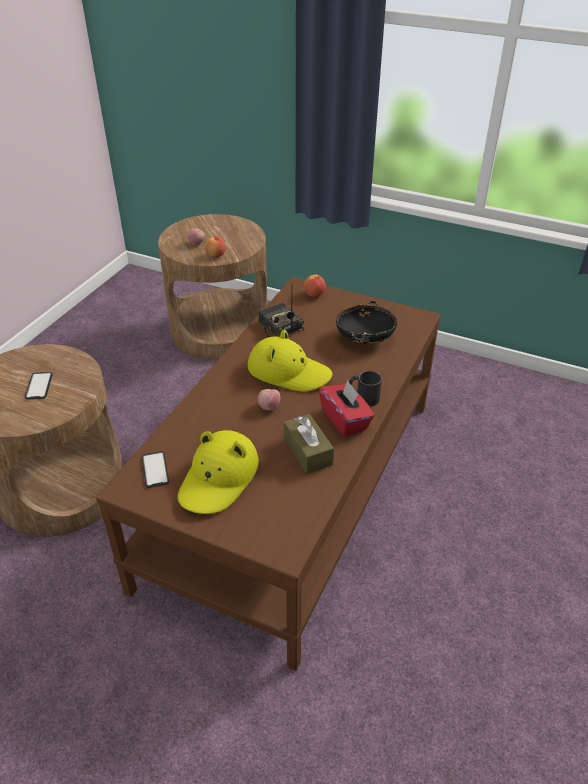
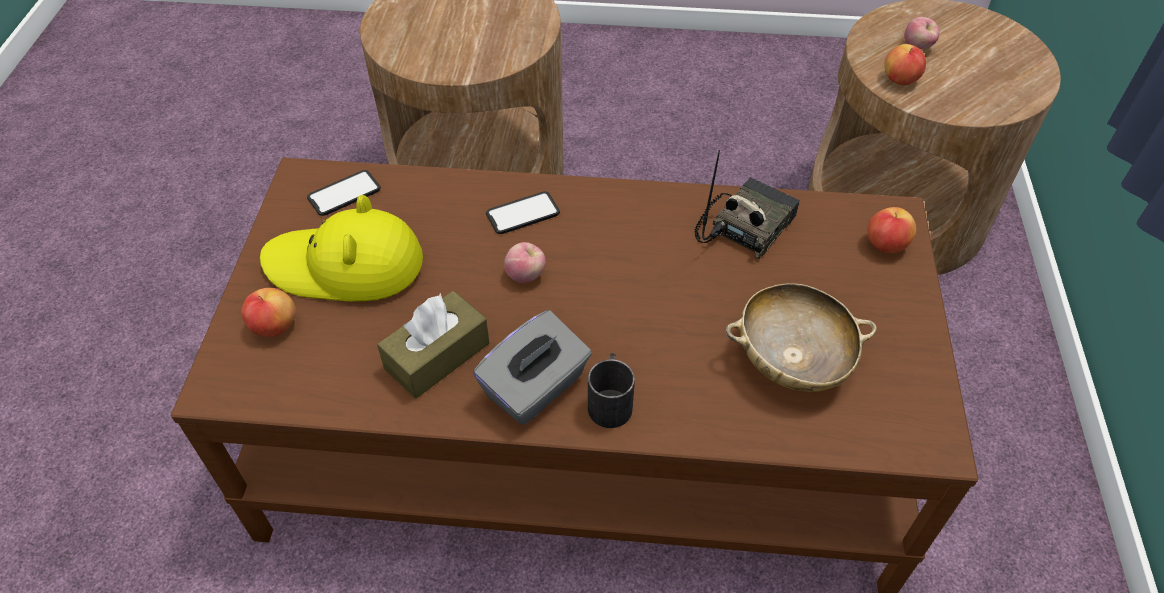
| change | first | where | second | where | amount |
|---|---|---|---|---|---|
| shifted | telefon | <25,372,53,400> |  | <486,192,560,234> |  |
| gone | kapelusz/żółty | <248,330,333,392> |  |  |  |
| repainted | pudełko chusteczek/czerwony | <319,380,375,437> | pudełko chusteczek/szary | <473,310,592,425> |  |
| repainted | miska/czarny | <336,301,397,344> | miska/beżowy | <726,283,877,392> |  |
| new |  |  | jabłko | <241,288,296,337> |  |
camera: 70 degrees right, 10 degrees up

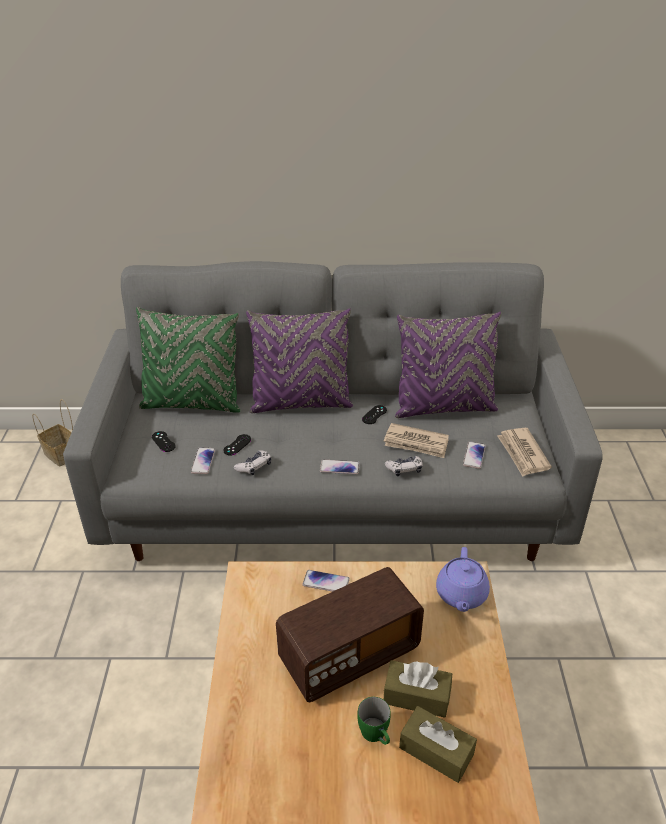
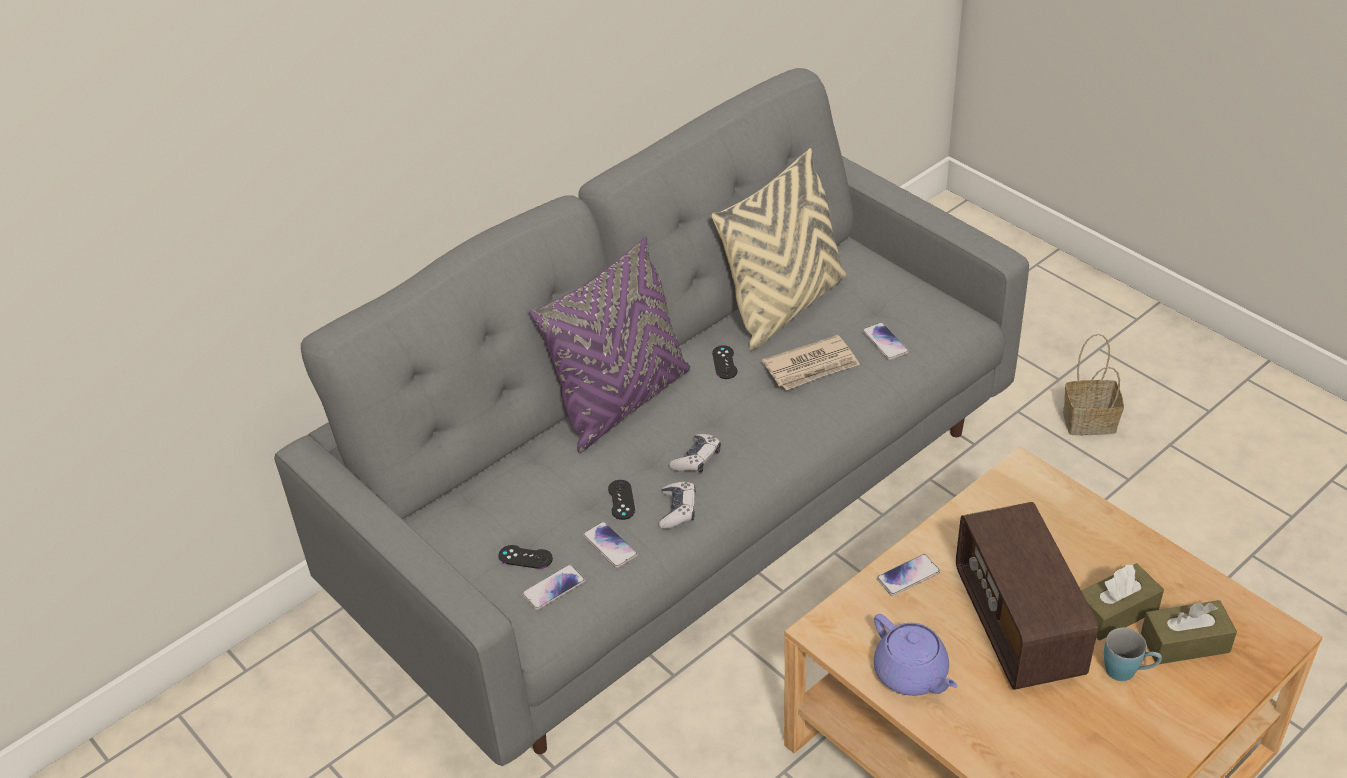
| change | first | where | second | where | amount |
|---|---|---|---|---|---|
| shifted | koszyk | <32,399,73,466> |  | <1063,334,1124,435> |  |
| gone | poduszka/zielony | <136,307,240,413> |  |  |  |
| rotated | radio | <276,567,424,702> |  | <956,502,1098,690> | 150 degrees clockwise |
| shifted | telefon | <320,460,360,474> |  | <522,564,586,610> |  |
| repainted | kubek/zielony | <358,697,391,745> | kubek/niebieski | <1104,628,1162,681> |  |
| shifted | pad do gier | <385,456,423,476> |  | <669,434,721,473> |  |
| repainted | poduszka/fioletowy | <395,312,501,418> | poduszka/beżowy | <711,148,846,351> |  |
| shifted | imbryk/fioletowy | <436,547,490,612> |  | <874,614,958,696> |  |
| gone | gazeta | <497,428,552,476> |  |  |  |
camera: 40 degrees left, 5 degrees up

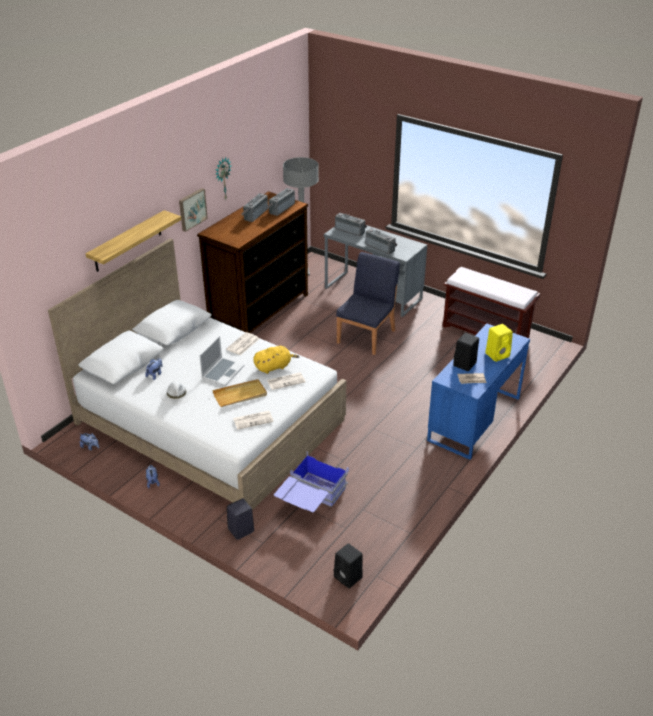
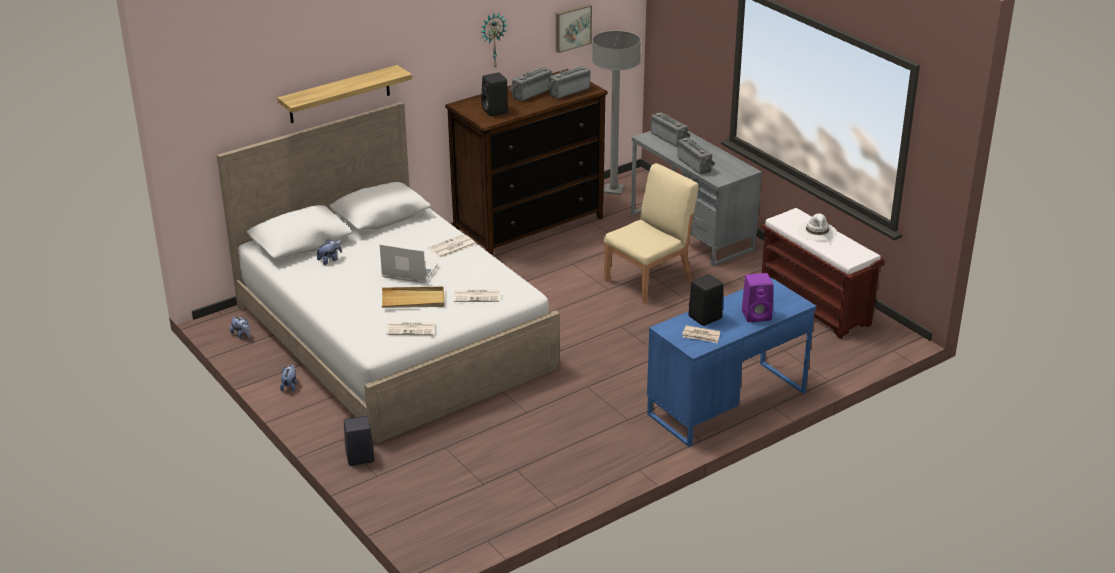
| change | first | where | second | where | amount |
|---|---|---|---|---|---|
| shifted | kapelusz/biały | <160,381,194,405> |  | <797,213,837,241> |  |
| shifted | obraz | <179,188,208,232> |  | <556,4,592,53> |  |
| rotated | laptop | <199,336,244,386> |  | <380,244,438,283> | 120 degrees counterclockwise |
| gone | pluszak/żółty | <253,346,300,374> |  |  |  |
| gone | pojemnik do przechowywania/niebieski | <274,452,349,512> |  |  |  |
| shifted | głośnik/czarny | <333,543,363,588> |  | <481,72,508,116> |  |
| repainted | krzesło/niebieski | <336,252,400,355> | krzesło/beżowy | <604,163,698,304> |  |
| repainted | głośnik/żółty | <485,324,513,362> | głośnik/fioletowy | <742,273,774,322> |  |
camera: 20 degrees right, 5 degrees down

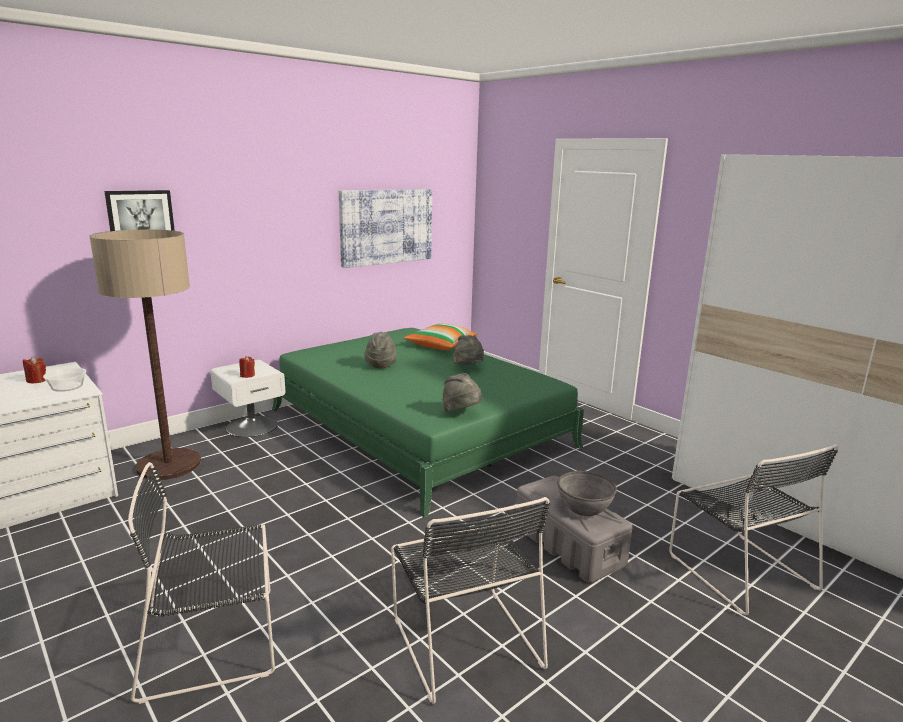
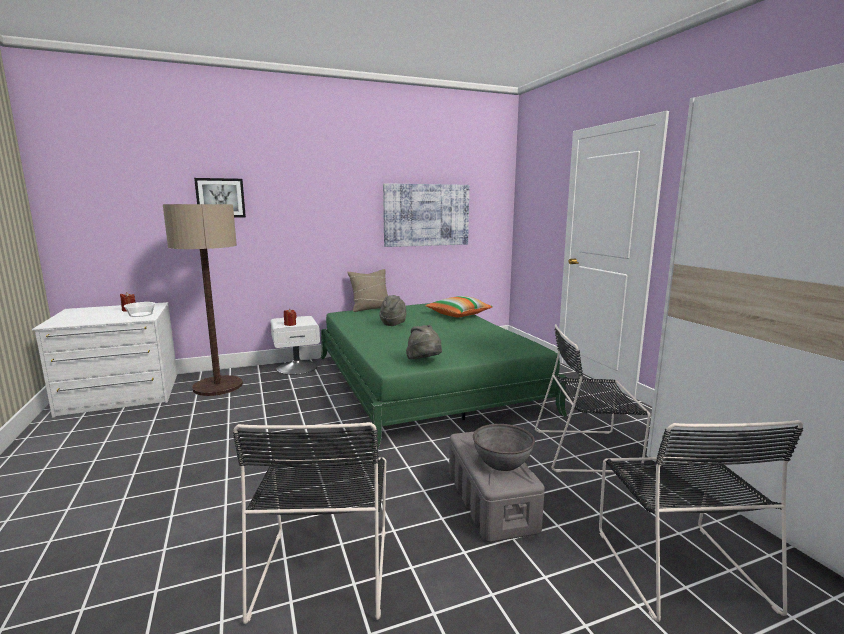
| change | first | where | second | where | amount |
|---|---|---|---|---|---|
| shifted | krzesło/czarny | <128,462,275,704> |  | <535,324,651,474> |  |
| gone | kapelusz/szary | <453,335,484,364> |  |  |  |
| new |  |  | poduszka/beżowy | <347,269,388,312> |  |
camera: 20 degrees right, 5 degrees down

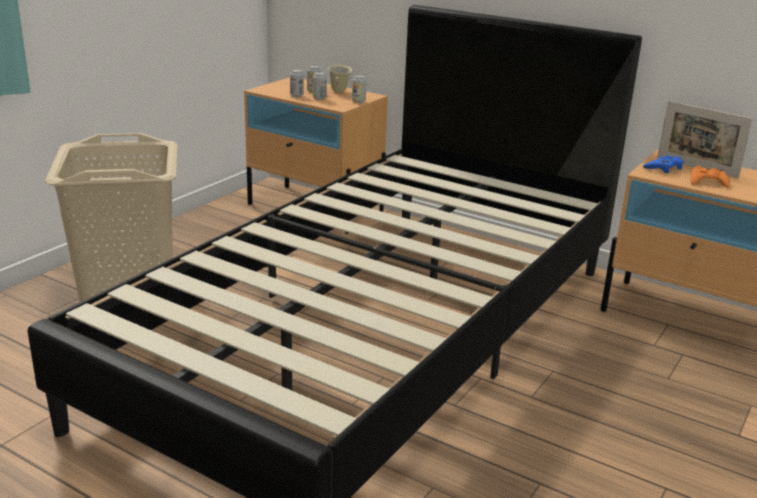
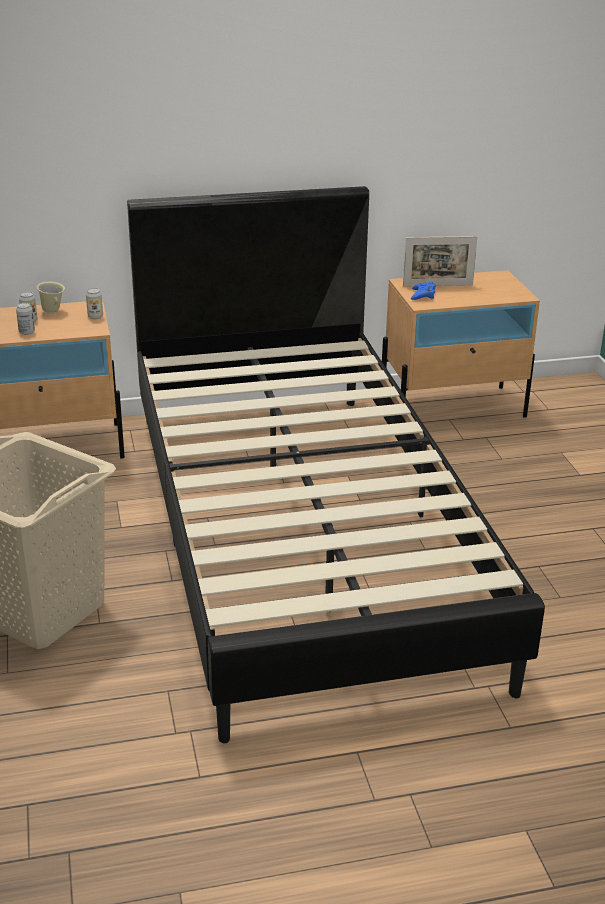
| change | first | where | second | where | amount |
|---|---|---|---|---|---|
| gone | puszka | <313,72,327,100> |  |  |  |
| gone | pad do gier/pomarańczowy | <690,165,730,188> |  |  |  |
camera: 45 degrees left, 5 degrees up

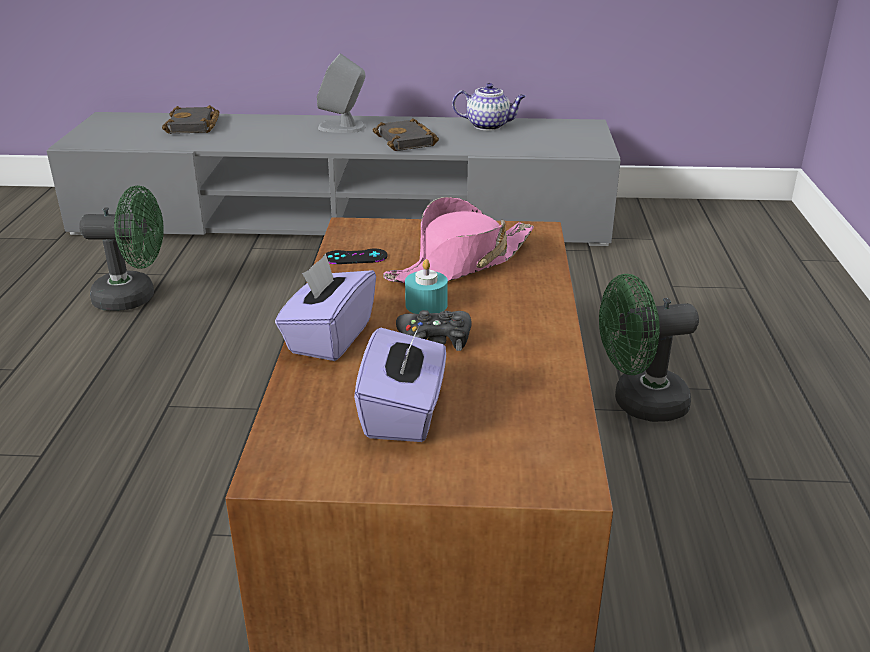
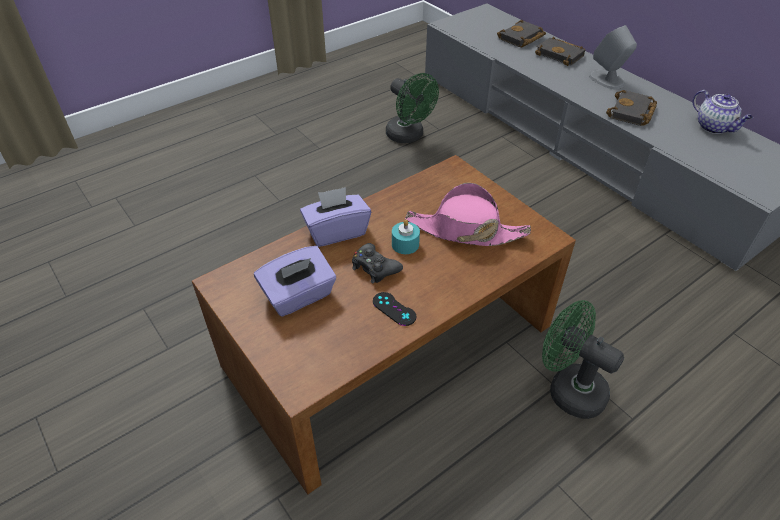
| change | first | where | second | where | amount |
|---|---|---|---|---|---|
| shifted | pad do gier/czarny | <324,249,388,264> |  | <373,292,416,326> |  |
| new |  |  | książka/czarny | <535,37,585,66> |  |
camera: 50 degrees right, 15 degrees up

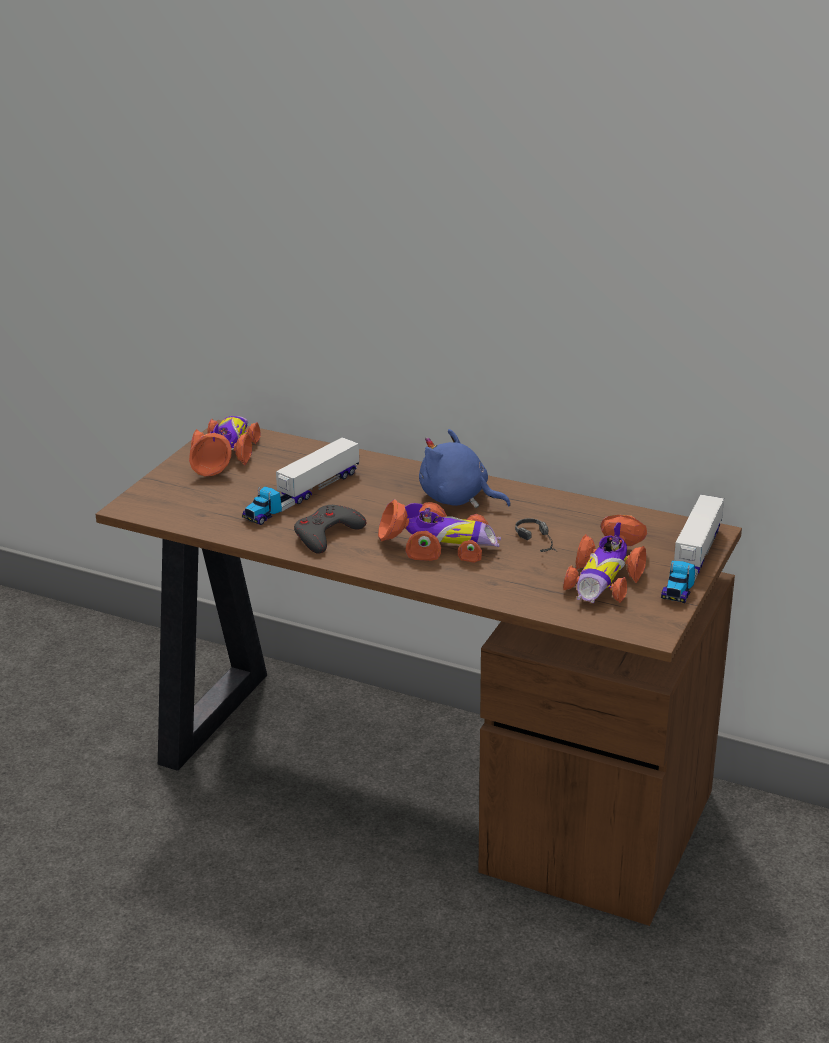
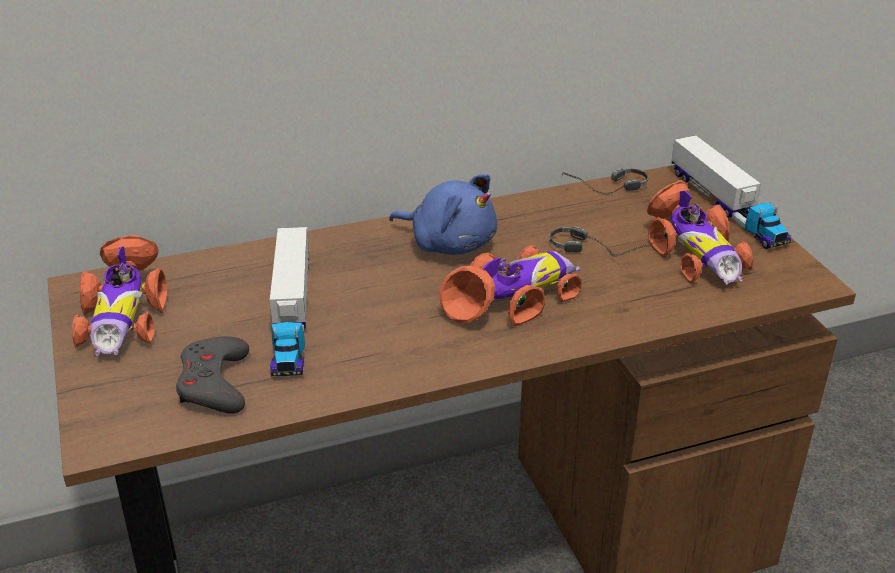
| change | first | where | second | where | amount |
|---|---|---|---|---|---|
| rotated | samochodzik | <189,416,260,477> |  | <72,235,167,356> | 150 degrees counterclockwise |
| shifted | pad do gier/szary | <294,505,366,554> |  | <176,336,249,413> |  |
| rotated | pluszak/niebieski | <419,429,511,508> |  | <389,174,497,255> | 135 degrees counterclockwise |
| new |  |  | słuchawki | <561,168,648,195> |  |
camera: 45 degrees left, 5 degrees up

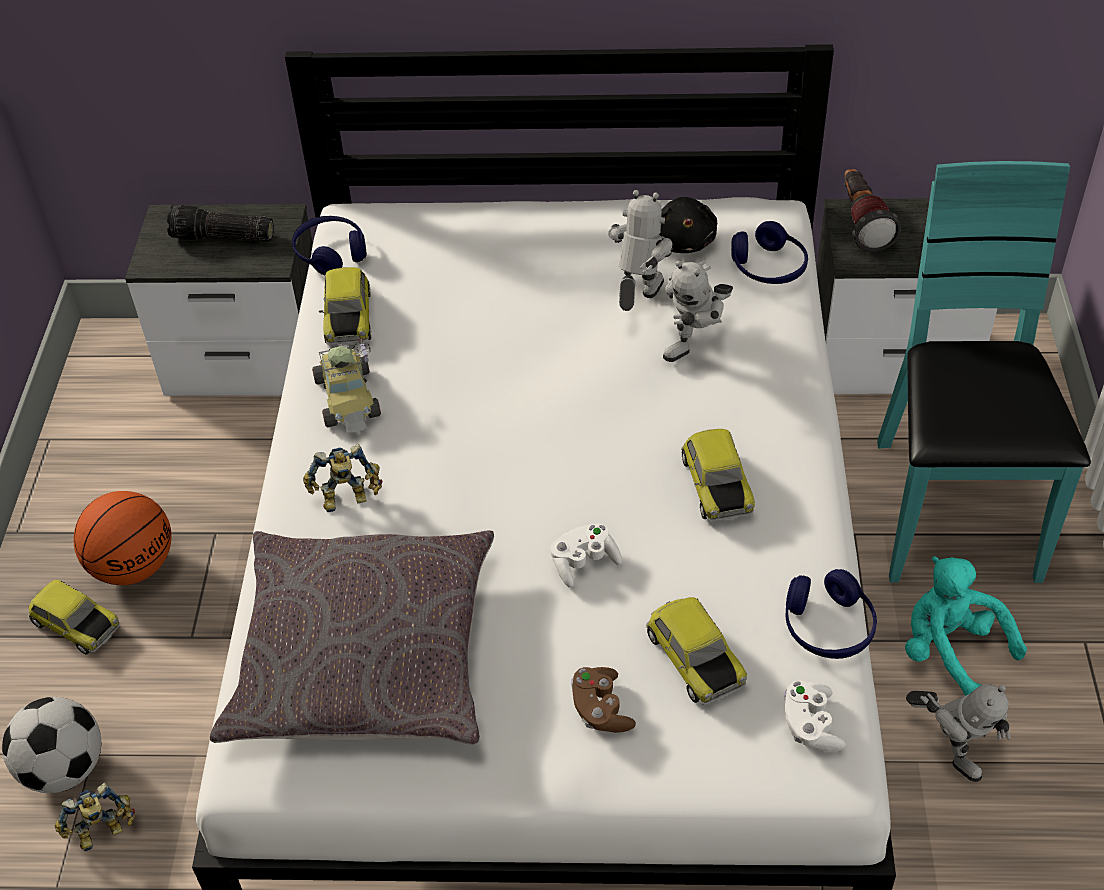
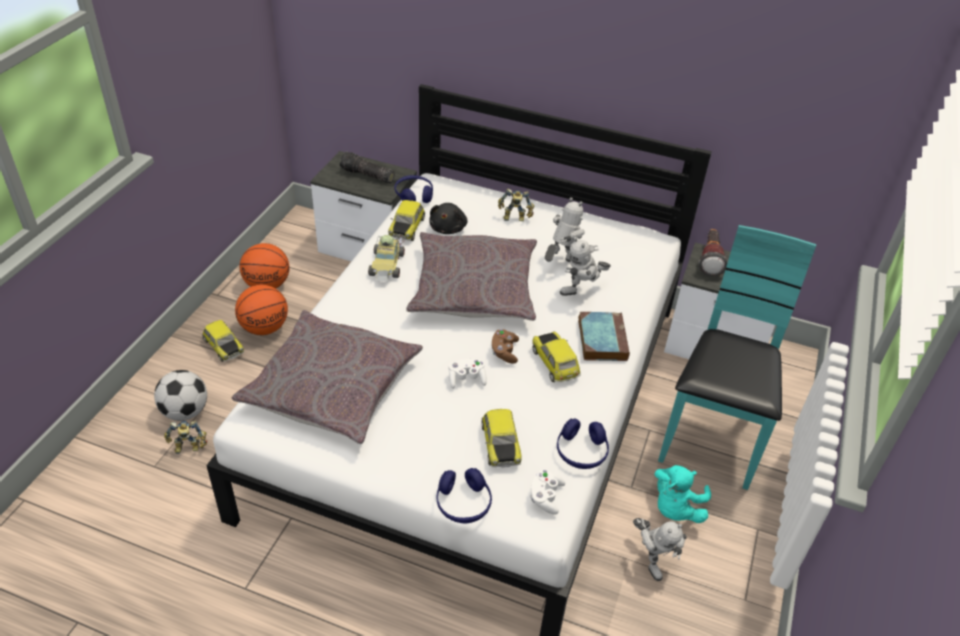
| change | first | where | second | where | amount |
|---|---|---|---|---|---|
| shifted | robot zabawkowy | <303,444,382,512> |  | <498,189,534,221> |  |
| shifted | pad do gier/brązowy | <571,667,636,733> |  | <492,329,519,363> |  |
| shifted | pluszak/czarny | <659,197,717,253> |  | <429,203,468,234> |  |
| rotated | samochodzik | <681,429,755,521> |  | <532,331,581,382> | 150 degrees clockwise |
| shifted | słuchawki/niebieski | <731,221,808,284> |  | <437,468,492,523> |  |
| rotated | pluszak/turkusowy | <905,556,1027,696> |  | <654,465,711,523> | 120 degrees counterclockwise |
| new |  |  | piłka do koszykówki | <240,243,289,289> |  |
| new |  |  | poduszka/szary | <406,232,537,321> |  |
| new |  |  | książka | <578,312,630,361> |  |
camera: 15 degrees right, 5 degrees down

